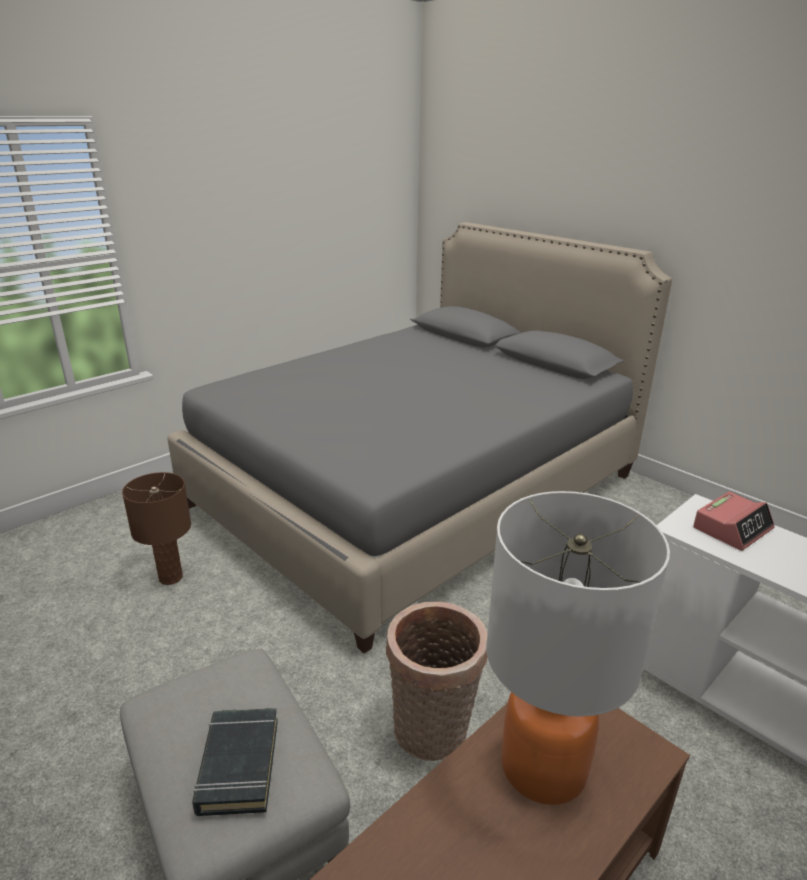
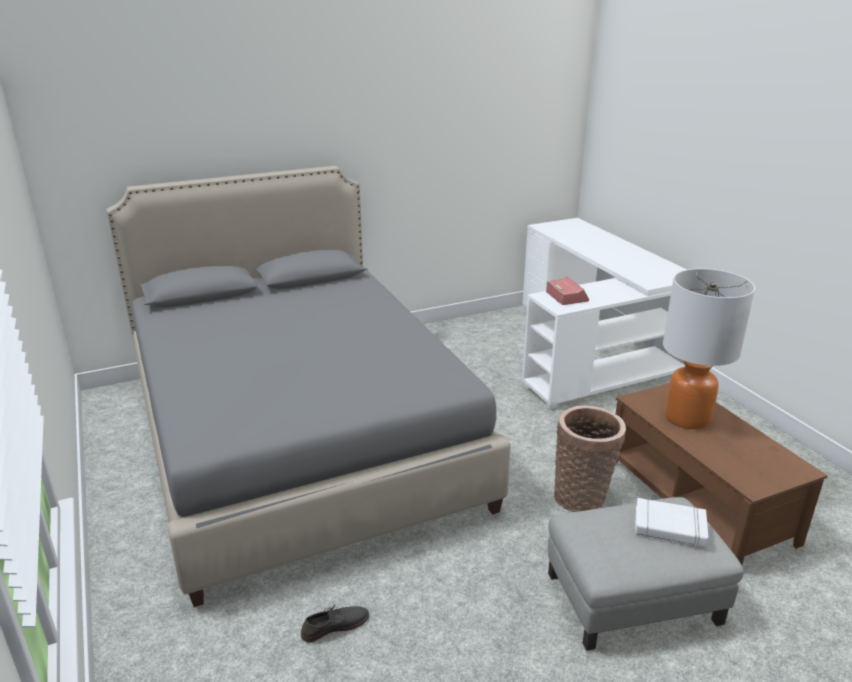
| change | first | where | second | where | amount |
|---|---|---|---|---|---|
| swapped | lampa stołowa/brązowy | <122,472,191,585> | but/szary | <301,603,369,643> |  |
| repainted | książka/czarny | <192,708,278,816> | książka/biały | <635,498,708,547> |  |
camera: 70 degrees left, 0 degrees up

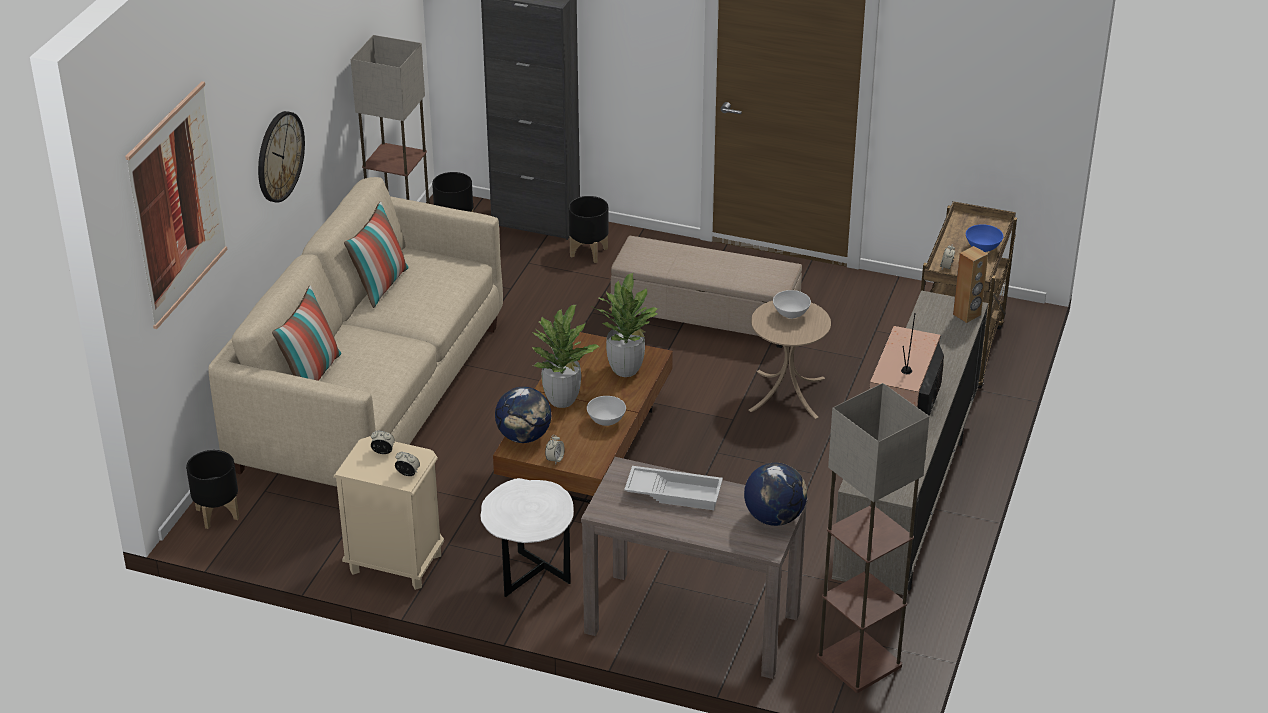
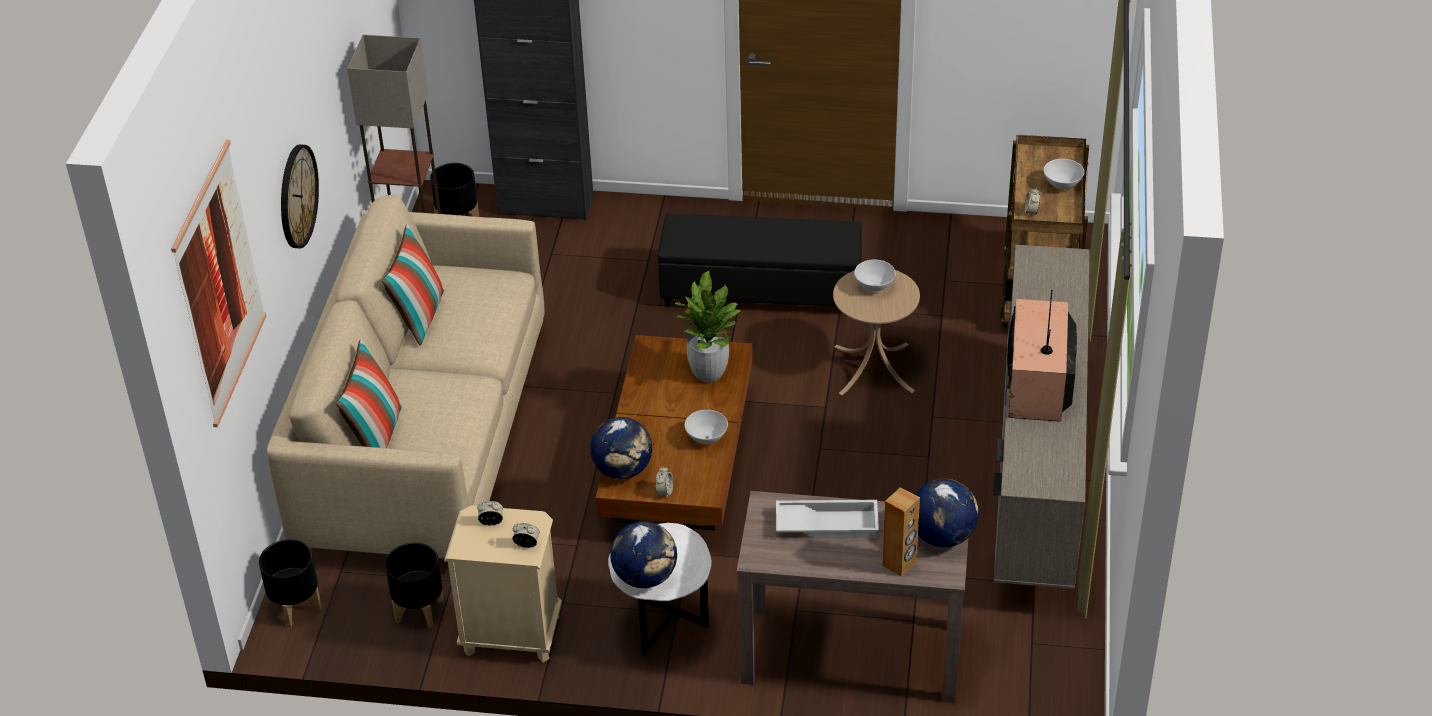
| change | first | where | second | where | amount |
|---|---|---|---|---|---|
| gone | roślina doniczkowa | <531,305,599,408> |  |  |  |
| shifted | donica/czarny | <568,196,609,263> |  | <385,543,444,628> |  |
| repainted | pufa/beżowy | <611,236,802,348> | pufa/czarny | <658,213,862,307> |  |
| gone | lampa stojąca | <817,383,929,693> |  |  |  |
| shifted | głośnik/brązowy | <953,246,988,323> |  | <883,487,920,577> |  |
| repainted | miska/niebieski | <966,224,1003,252> | miska/biały | <1044,159,1084,189> |  |
| new |  |  | globus | <610,521,677,588> |  |
camera: 10 degrees left, 5 degrees up

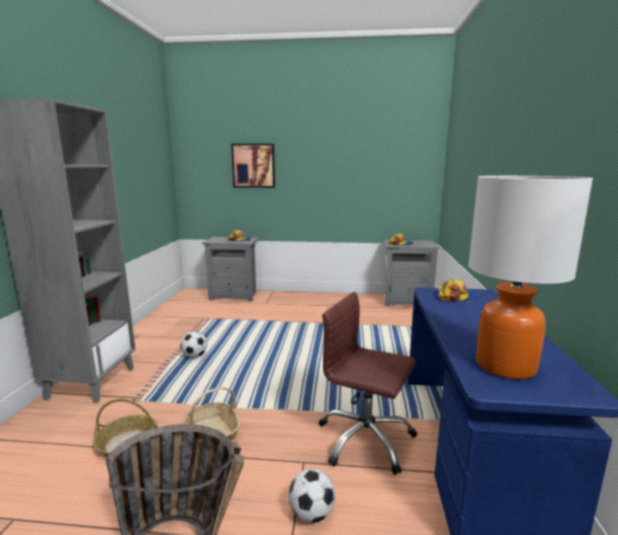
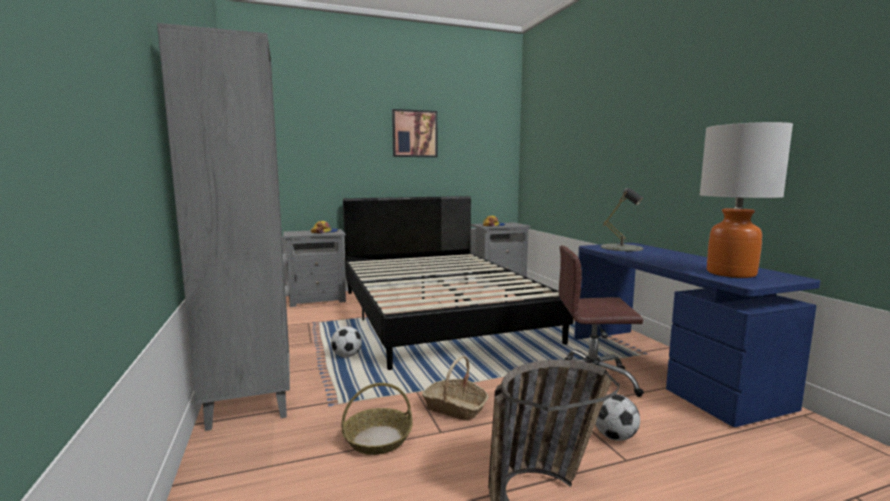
| change | first | where | second | where | amount |
|---|---|---|---|---|---|
| shifted | obraz | <231,144,275,188> |  | <392,109,437,157> |  |
| swapped | czapka z daszkiem | <438,279,480,302> | lampa stołowa/szary | <601,188,643,251> |  |
| new |  |  | łóżko/czarny | <343,196,574,370> |  |
camera: 25 degrees left, 5 degrees down

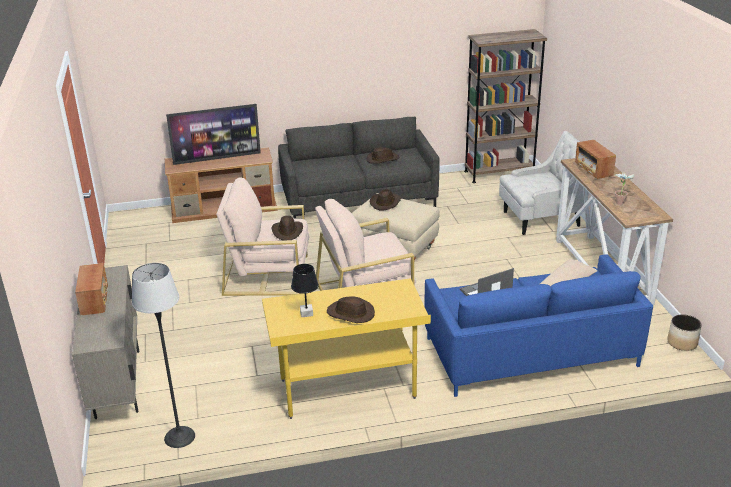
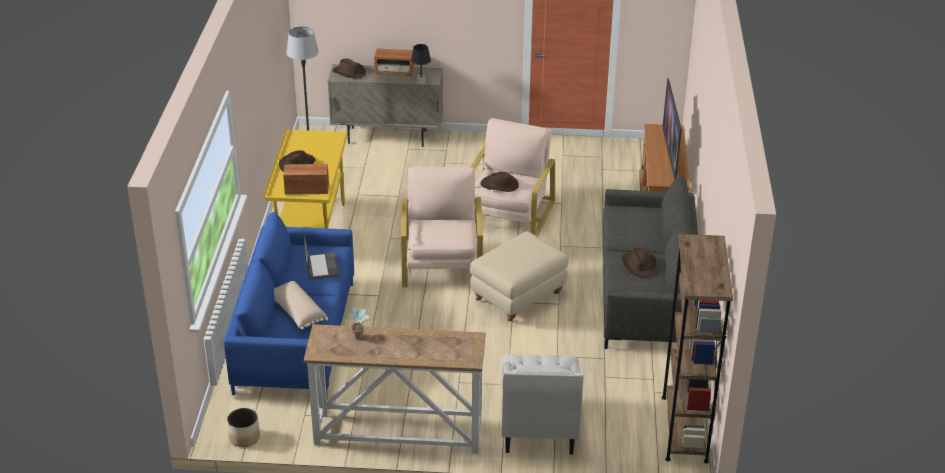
| change | first | where | second | where | amount |
|---|---|---|---|---|---|
| shifted | lampa stołowa/czarny | <291,264,319,317> |  | <411,44,431,84> |  |
| shifted | kapelusz/brązowy | <370,189,401,211> |  | <333,58,366,79> |  |
| shifted | radio | <575,140,616,179> |  | <283,164,329,195> |  |
camera: 105 degrees right, 5 degrees up

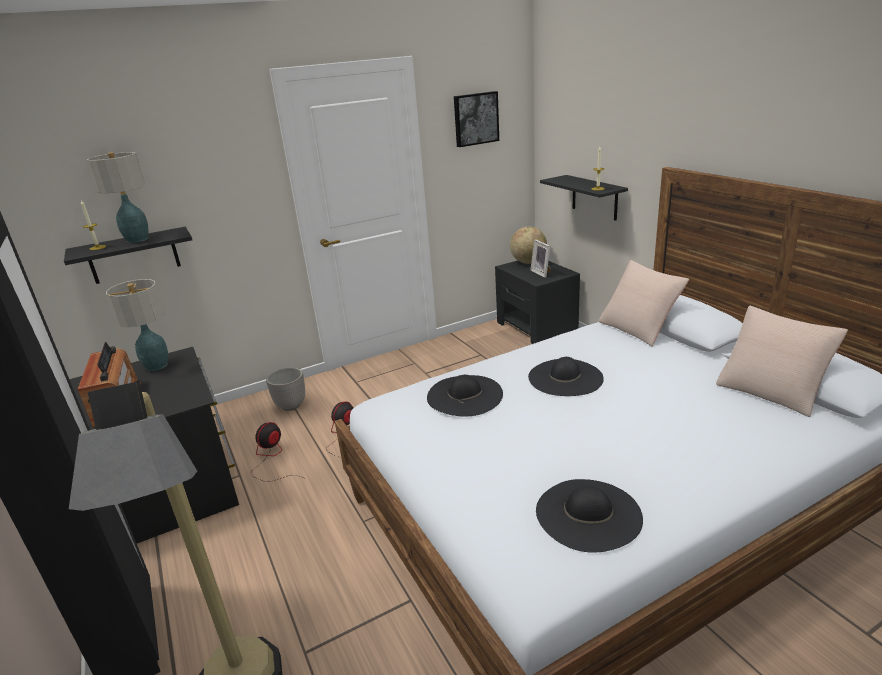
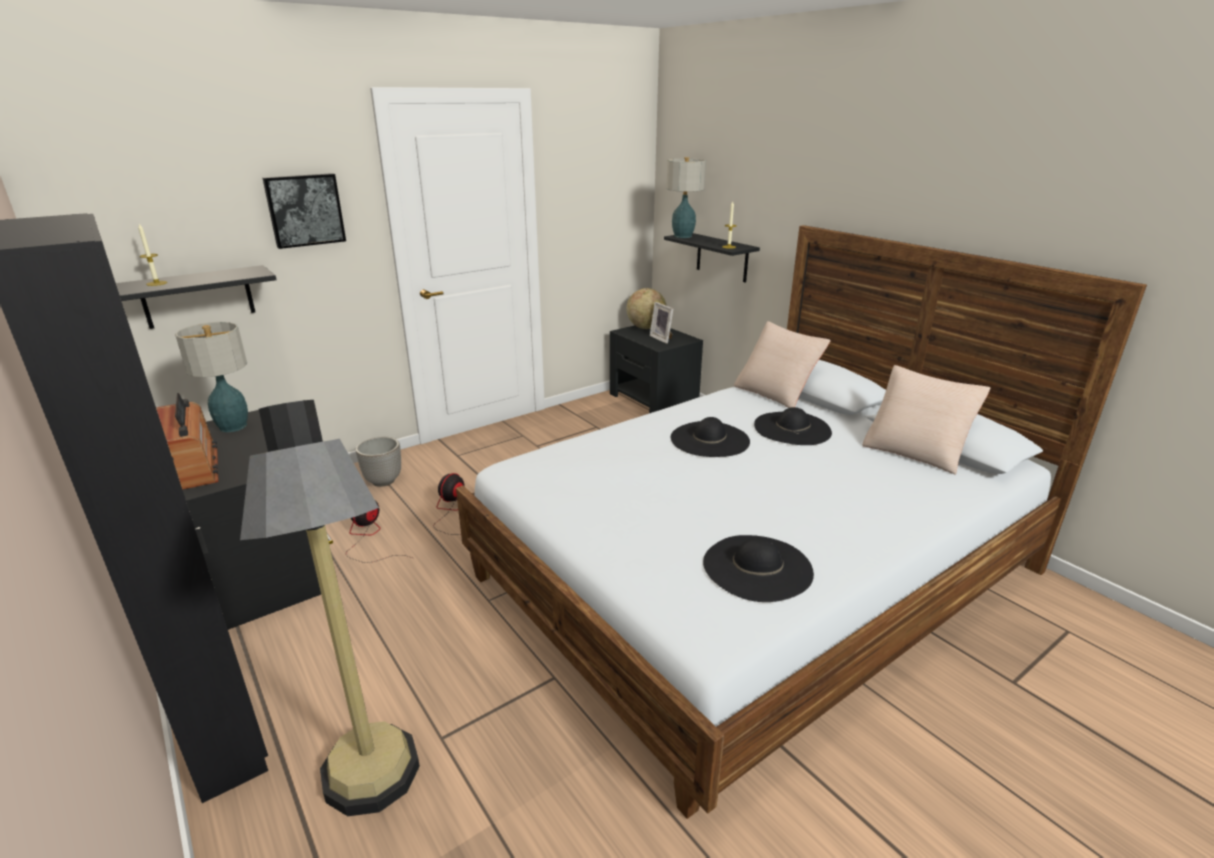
| change | first | where | second | where | amount |
|---|---|---|---|---|---|
| shifted | lampa stołowa | <87,152,148,243> |  | <666,157,706,238> |  |
| shifted | kapelusz/czarny | <427,375,503,416> |  | <754,407,832,445> |  |
| shifted | obraz | <454,91,499,147> |  | <262,173,346,249> |  |
camera: 10 degrees left, 0 degrees up

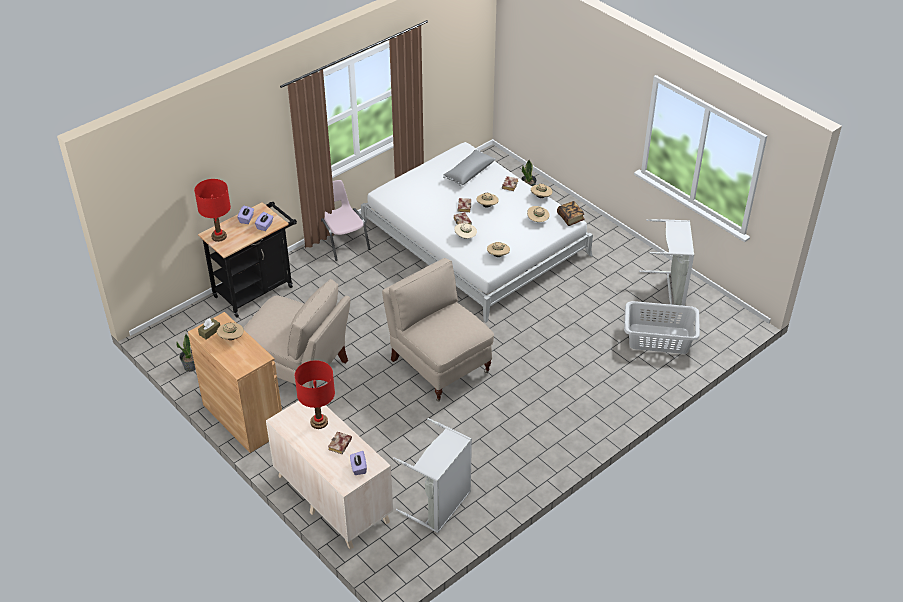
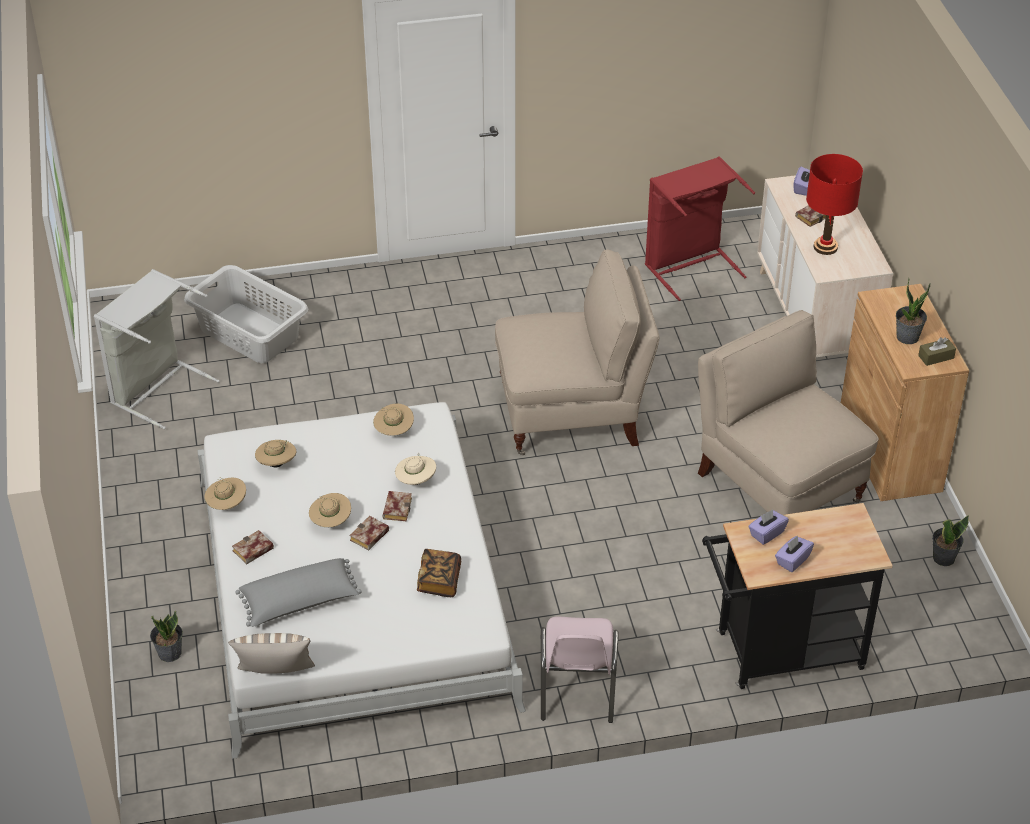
| change | first | where | second | where | amount |
|---|---|---|---|---|---|
| gone | lampa stołowa/czerwony | <194,179,231,242> |  |  |  |
| swapped | kapelusz/beżowy | <217,323,244,340> | roślina doniczkowa | <896,278,930,344> |  |
| rotated | krzesło/beżowy | <382,258,494,402> |  | <495,249,659,455> | 90 degrees counterclockwise |
| repainted | kosz na pranie/szary | <393,418,472,533> | kosz na pranie/czerwony | <645,156,755,301> |  |
| shifted | książka | <557,201,585,226> |  | <417,549,461,597> |  |
| new |  |  | poduszka | <228,633,315,674> |  |
camera: 150 degrees left, 0 degrees up

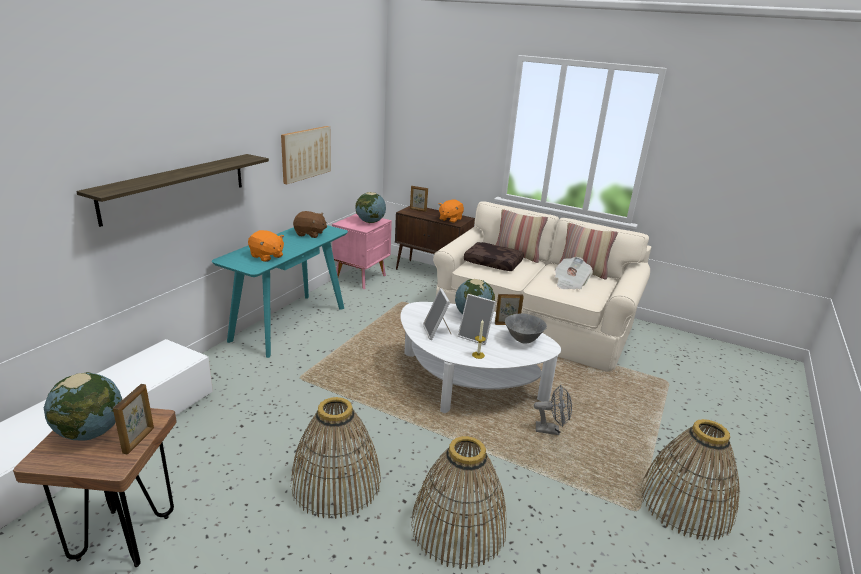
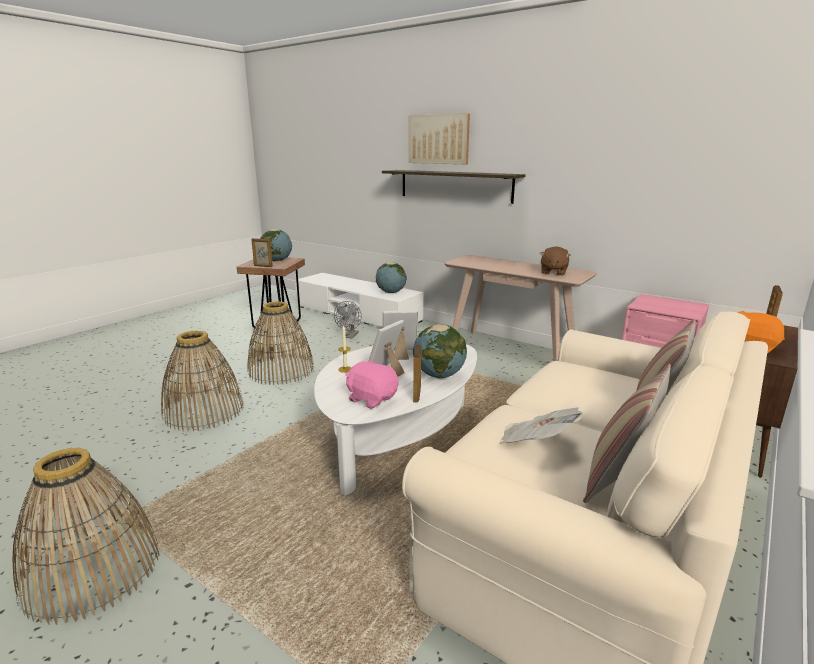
| change | first | where | second | where | amount |
|---|---|---|---|---|---|
| repainted | stolik konsolowy/turkusowy | <212,225,348,358> | stolik konsolowy/beżowy | <444,255,597,361> |  |
| gone | pluszak/pomarańczowy | <248,230,284,262> |  |  |  |
| shifted | obraz | <281,126,331,184> |  | <409,113,470,164> |  |
| shifted | globus | <355,192,386,223> |  | <376,262,407,293> |  |
| gone | poduszka/brązowy | <464,242,524,271> |  |  |  |
| swapped | miska/szary | <505,314,547,344> | pluszak/różowy | <345,360,399,409> |  |
| shifted | wentylator/szary | <534,385,572,435> |  | <334,301,362,338> |  |
camera: 100 degrees right, 5 degrees down

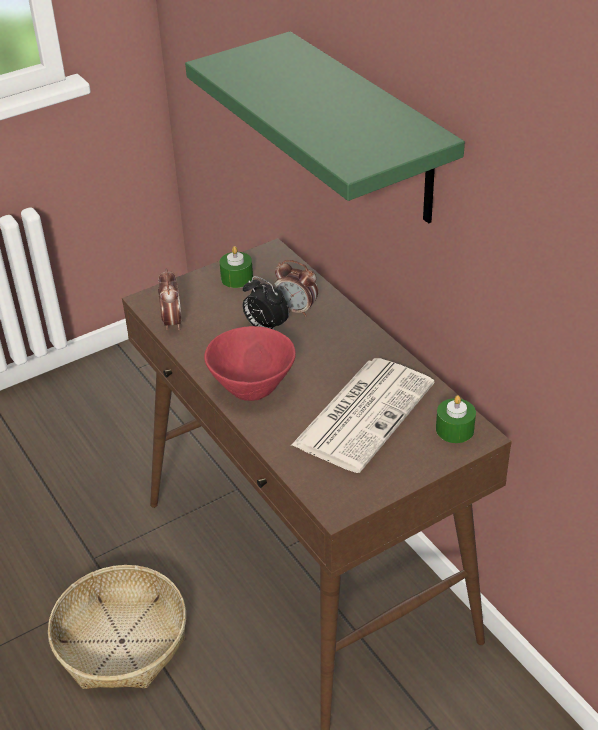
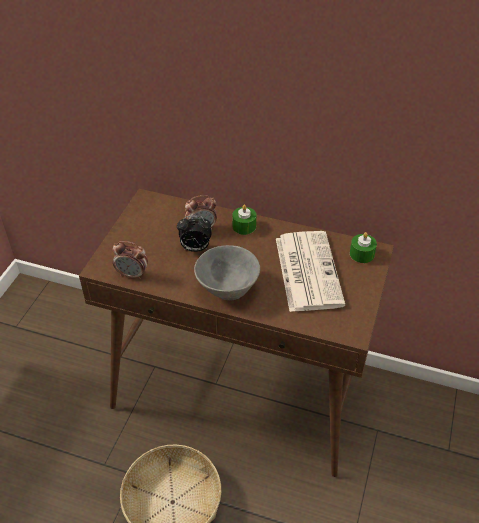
| change | first | where | second | where | amount |
|---|---|---|---|---|---|
| rotated | budzik | <158,268,182,330> |  | <113,241,148,280> | 150 degrees clockwise |
| gone | półka/zielony | <185,31,465,223> |  |  |  |
| repainted | miska/czerwony | <204,326,296,401> | miska/szary | <194,245,260,301> |  |
| shifted | świeca/zielony | <219,246,253,288> |  | <232,205,256,235> |  |
camera: 40 degrees left, 5 degrees up

